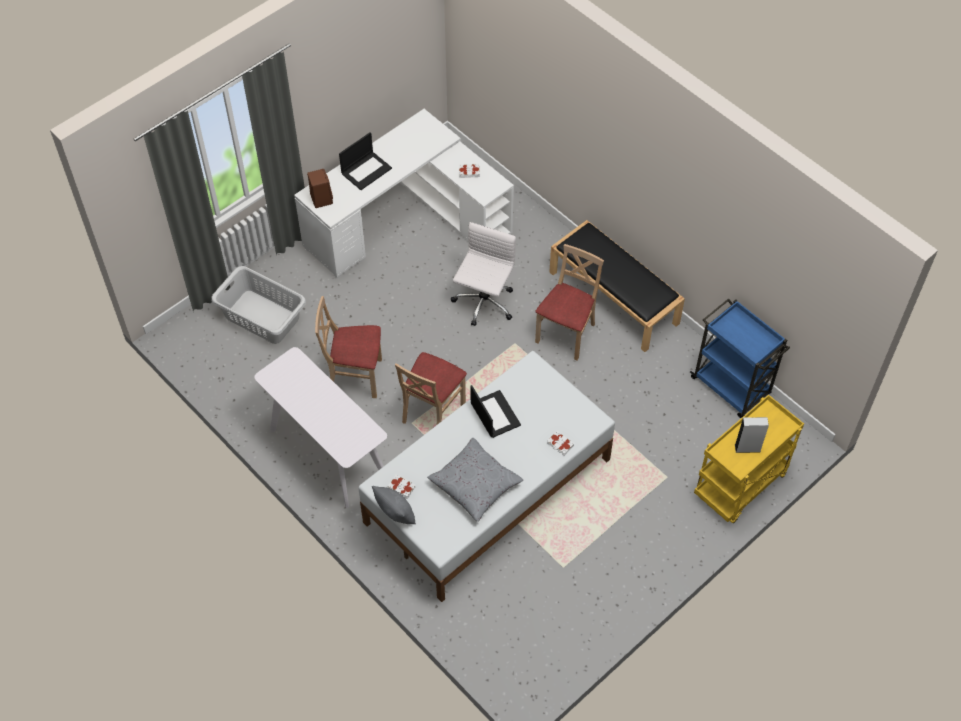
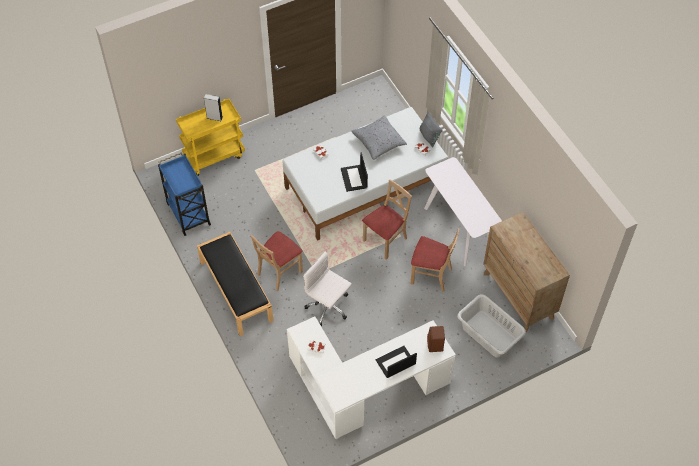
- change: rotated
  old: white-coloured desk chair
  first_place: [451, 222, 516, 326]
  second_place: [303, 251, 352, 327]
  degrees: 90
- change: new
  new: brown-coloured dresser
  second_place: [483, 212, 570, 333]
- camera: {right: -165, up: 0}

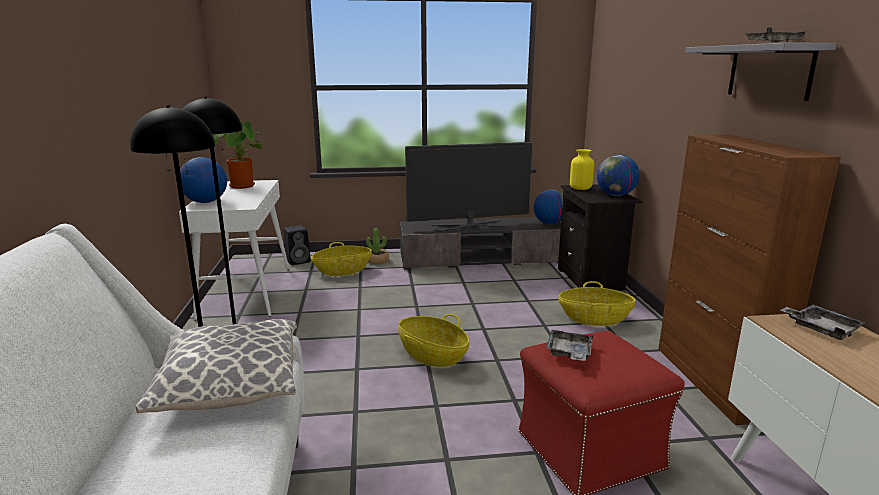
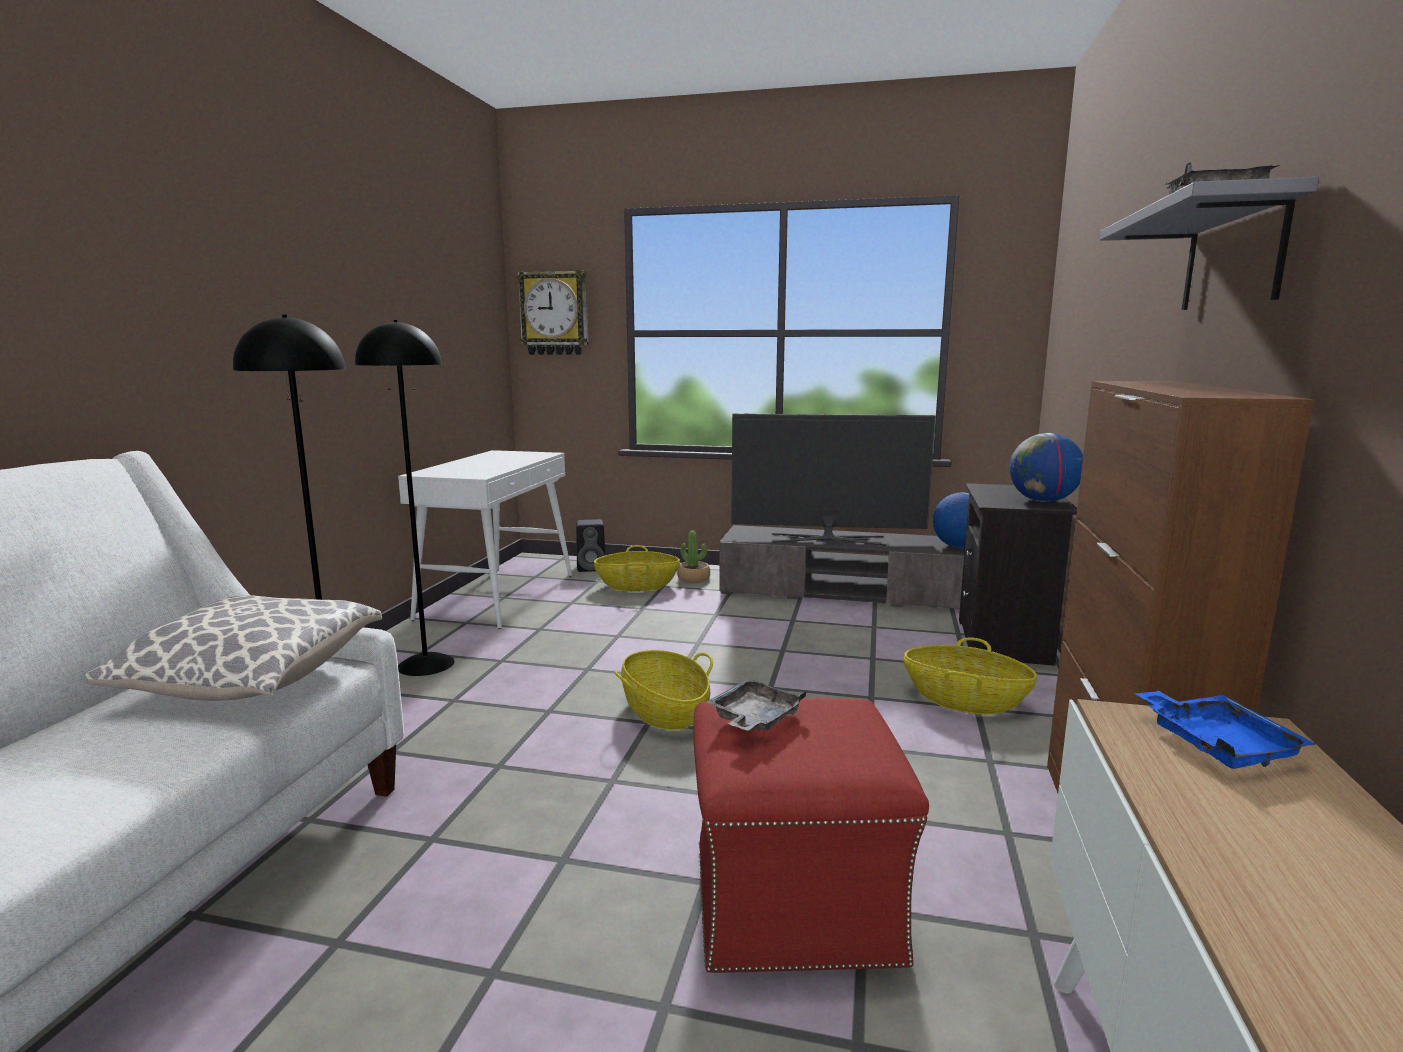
- change: gone
  old: world globe
  first_place: [180, 157, 227, 203]
- change: gone
  old: houseplant
  first_place: [212, 121, 263, 189]
- change: gone
  old: yellow vase
  first_place: [570, 149, 594, 190]
- change: repainted
  old: grey serving tray
  new: blue serving tray
  first_place: [780, 305, 865, 340]
  second_place: [1134, 690, 1315, 769]
- change: new
  new: wall clock
  second_place: [516, 270, 589, 355]
- camera: {right: 20, up: -5}

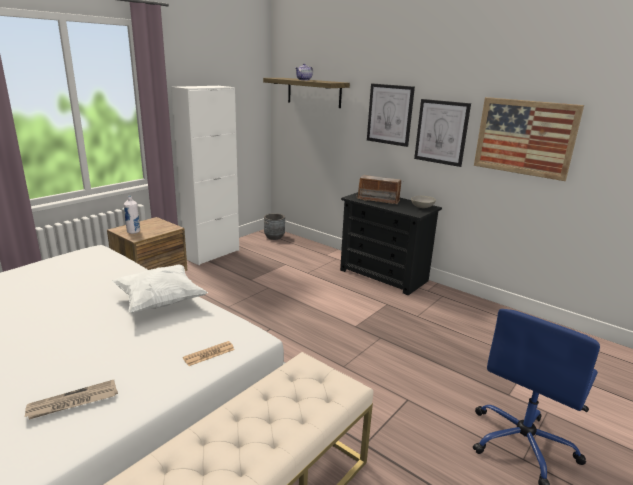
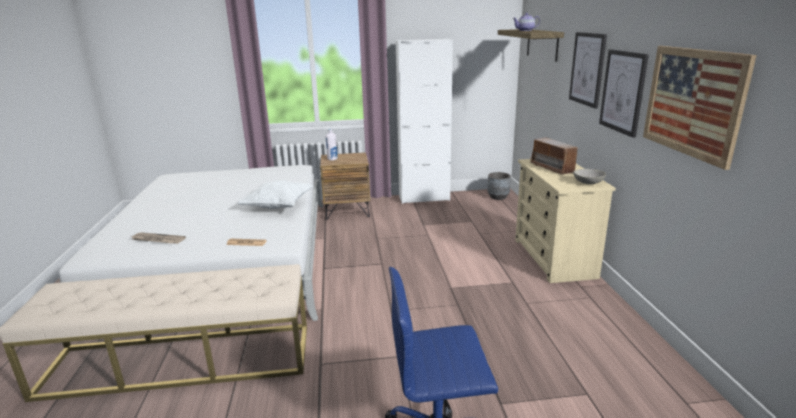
- change: repainted
  old: black dresser
  new: beige dresser
  first_place: [340, 192, 442, 295]
  second_place: [515, 159, 616, 283]
- camera: {right: 45, up: 0}

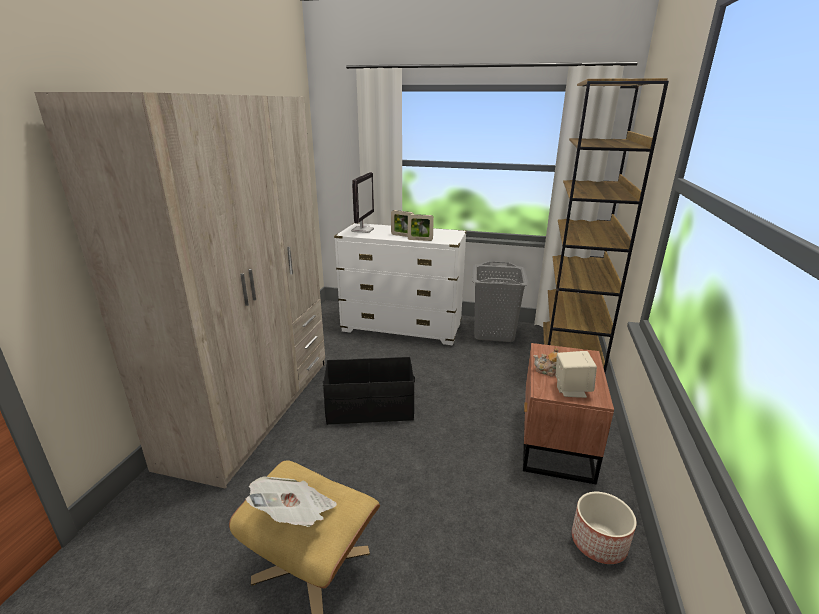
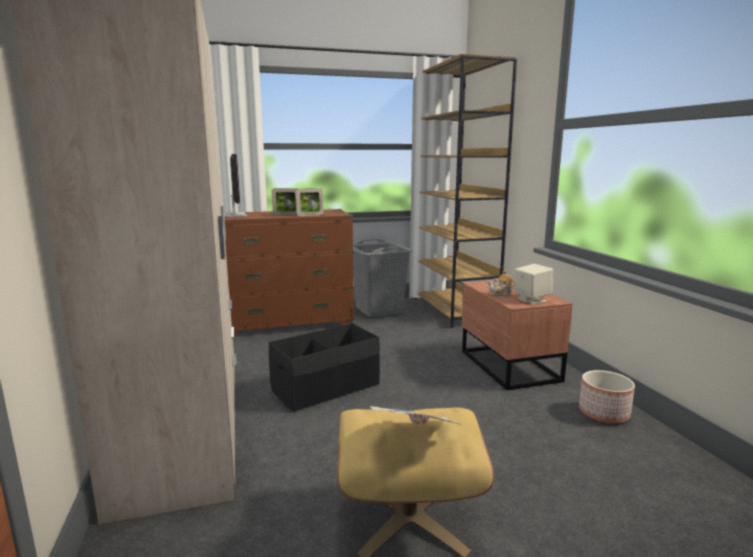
- change: repainted
  old: white-coloured dresser
  new: brown-coloured dresser
  first_place: [334, 223, 467, 345]
  second_place: [224, 209, 355, 336]
- camera: {right: -30, up: -10}

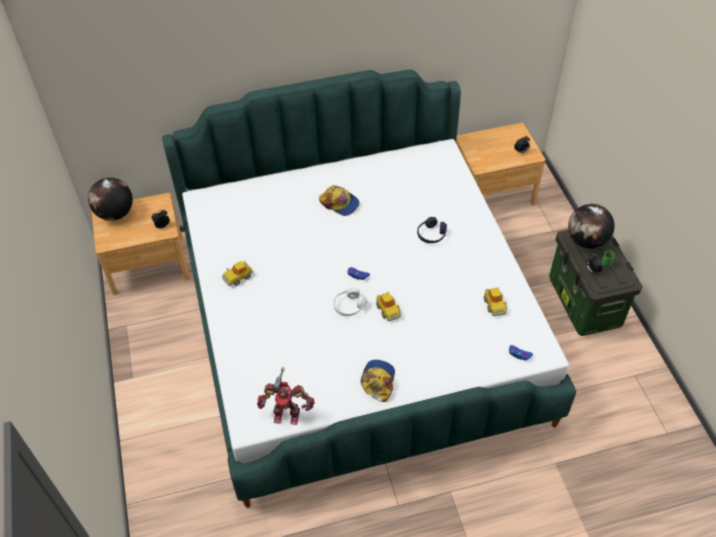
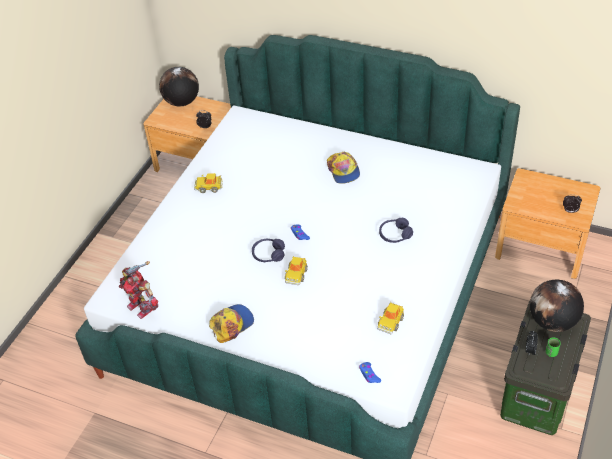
- change: repainted
  old: white-coloured pair of headphones
  new: purple pair of headphones
  first_place: [333, 287, 367, 316]
  second_place: [252, 238, 285, 262]
- camera: {right: 40, up: -5}

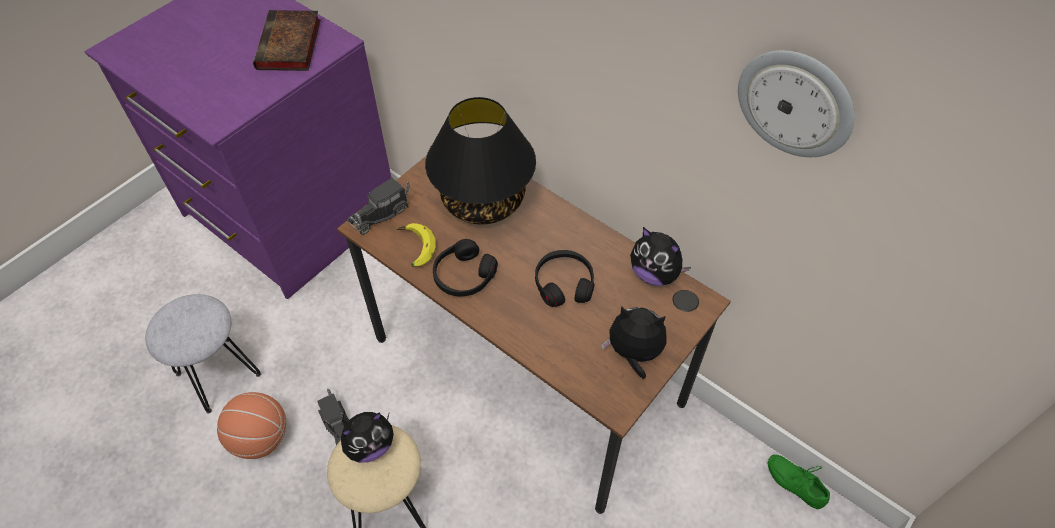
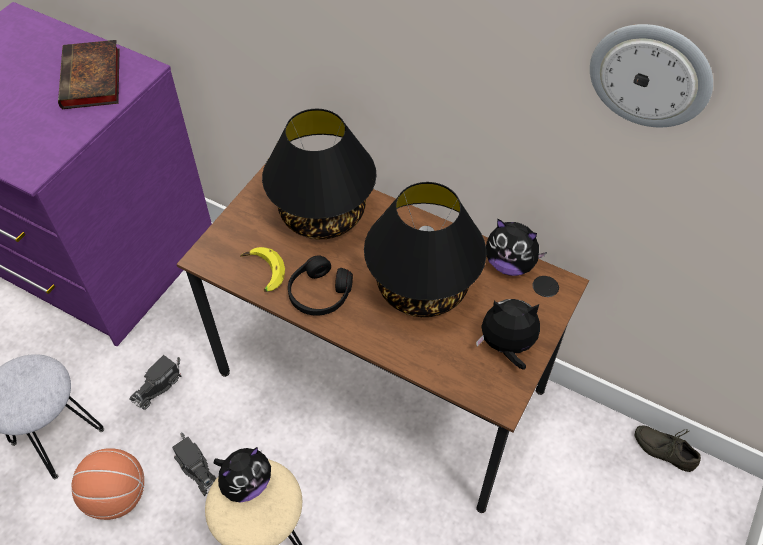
- change: shifted
  old: toy lorry
  first_place: [347, 177, 410, 235]
  second_place: [129, 355, 182, 410]
- change: swapped
  old: black pair of headphones
  new: black table lamp
  first_place: [535, 250, 594, 307]
  second_place: [364, 182, 487, 317]
- change: repainted
  old: green low shoe
  new: grey low shoe
  first_place: [767, 455, 830, 509]
  second_place: [634, 425, 701, 472]
- camera: {right: -10, up: 0}

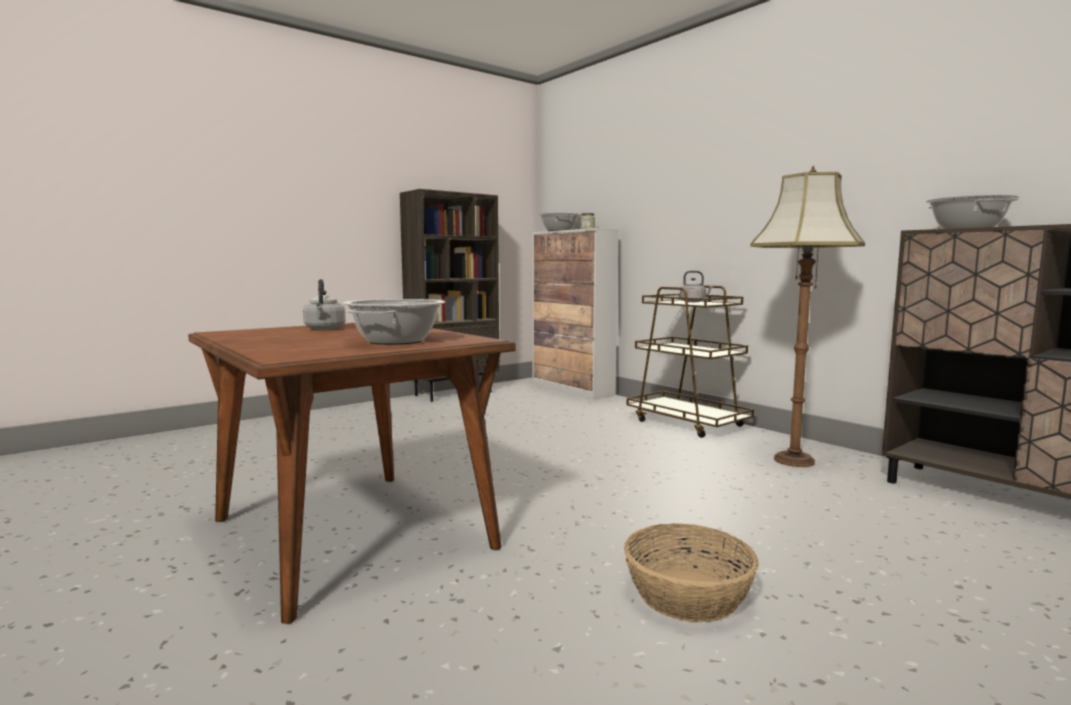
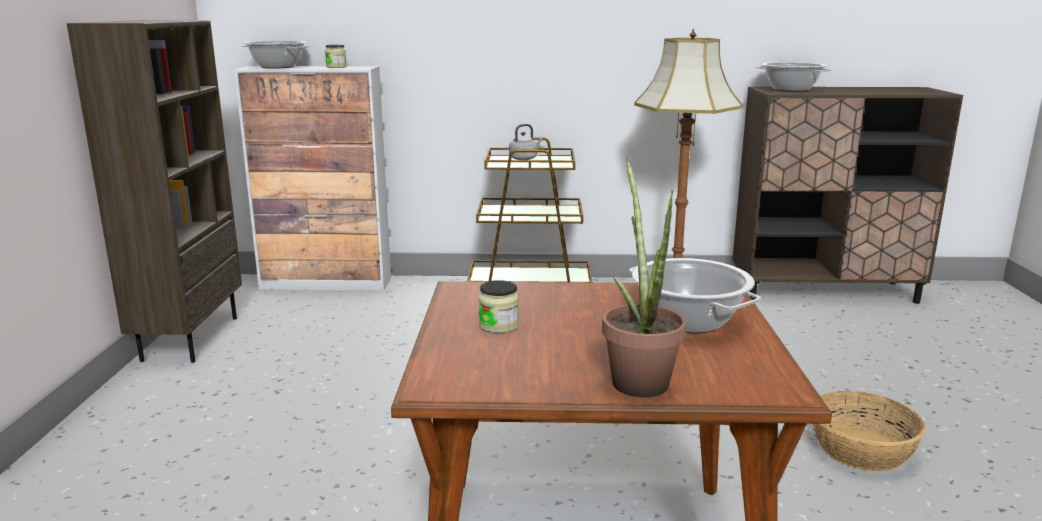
- change: swapped
  old: grey tea kettle
  new: jar
  first_place: [303, 279, 346, 330]
  second_place: [479, 280, 519, 333]
- change: new
  new: houseplant
  second_place: [602, 158, 686, 398]
- camera: {right: -50, up: 10}

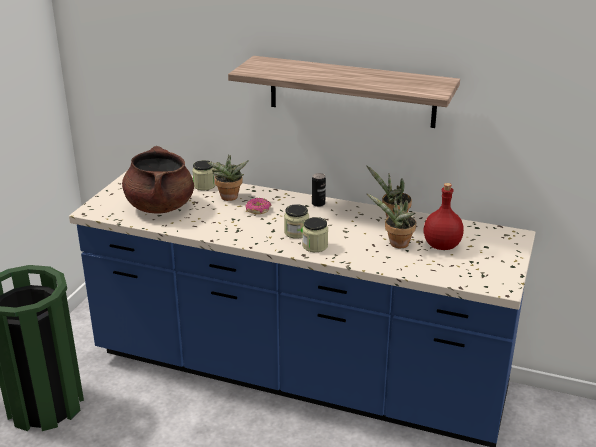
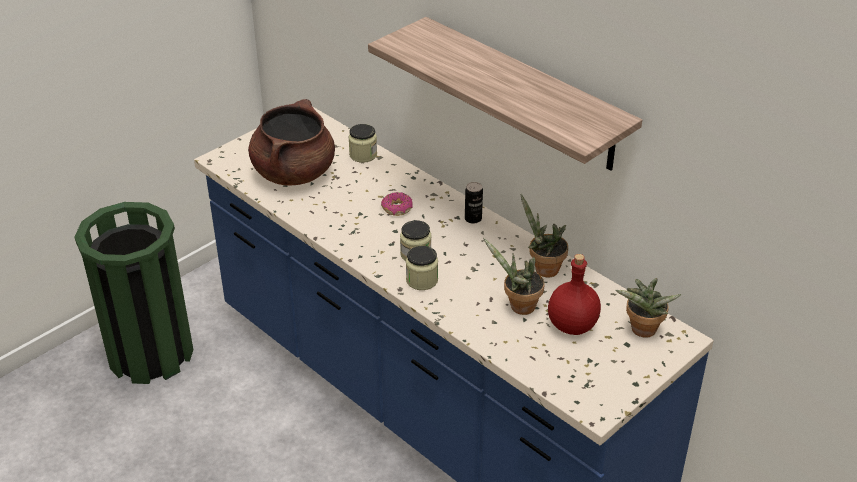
- change: shifted
  old: houseplant
  first_place: [207, 154, 249, 201]
  second_place: [615, 278, 682, 338]
- camera: {right: 25, up: 10}

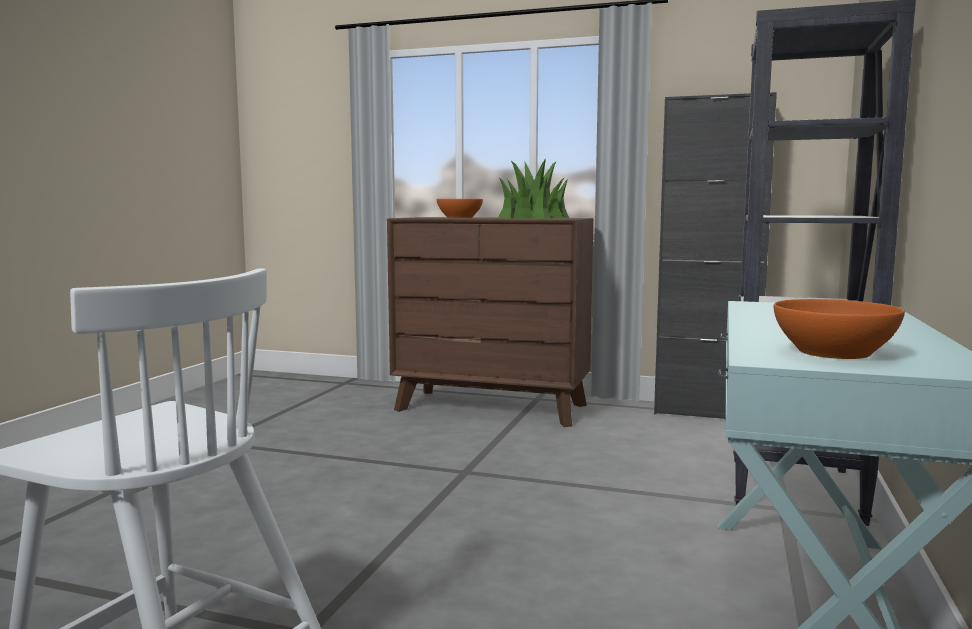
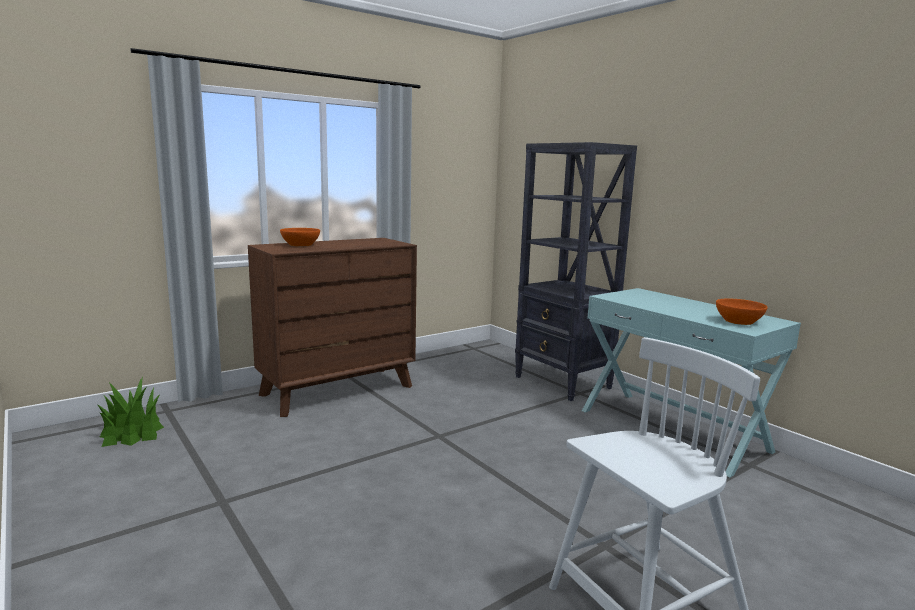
- change: shifted
  old: houseplant
  first_place: [498, 158, 569, 219]
  second_place: [97, 377, 164, 447]
- change: gone
  old: black cupboard
  first_place: [654, 92, 777, 419]
- camera: {right: -55, up: 5}

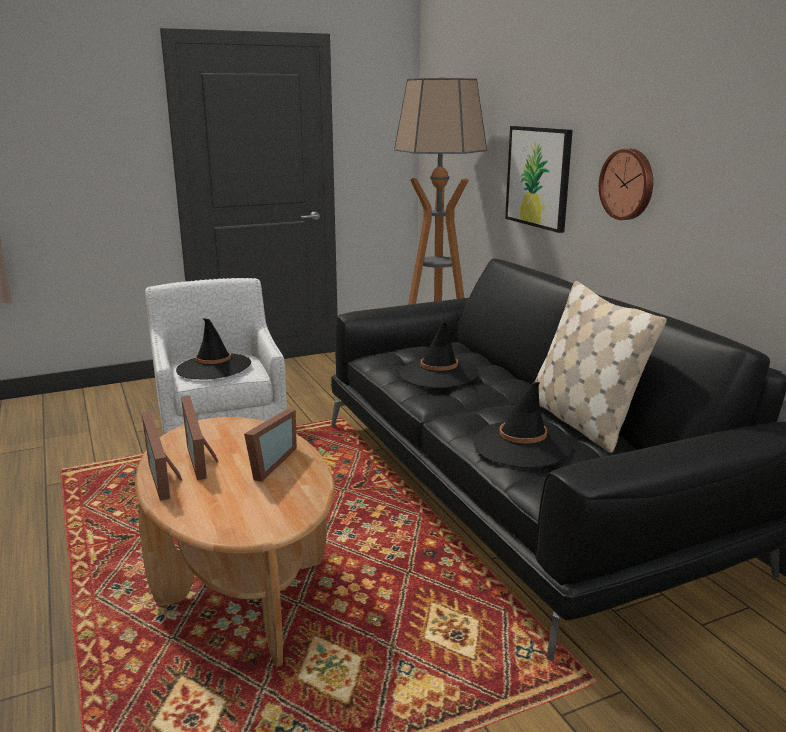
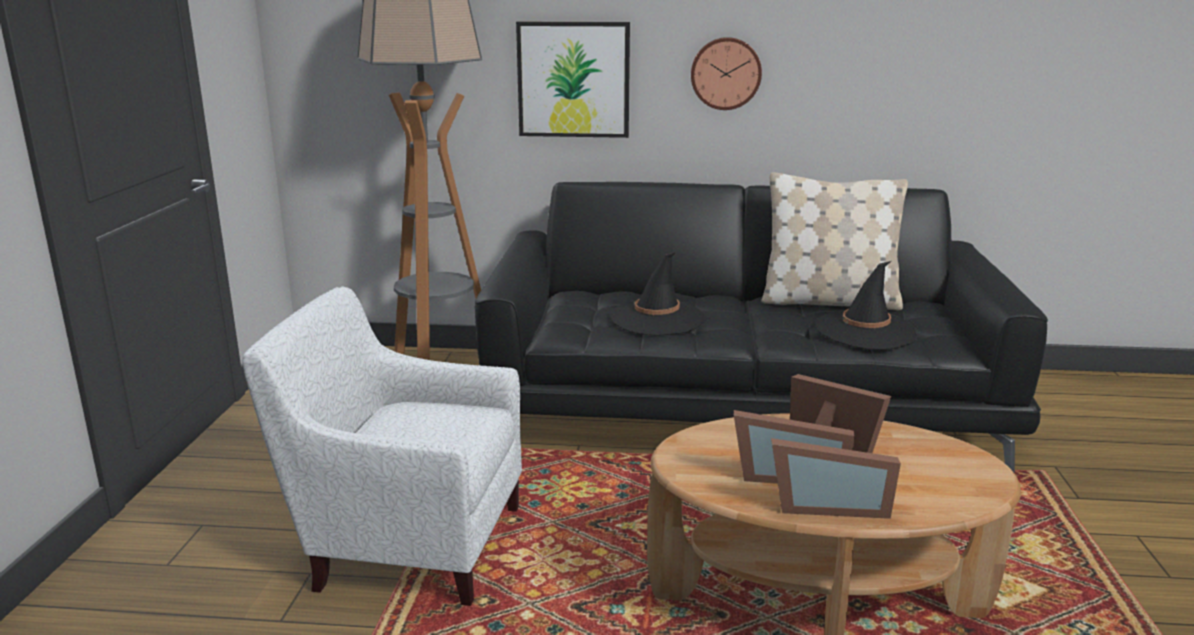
- change: gone
  old: black hat
  first_place: [176, 318, 251, 380]
- camera: {right: -60, up: 0}

